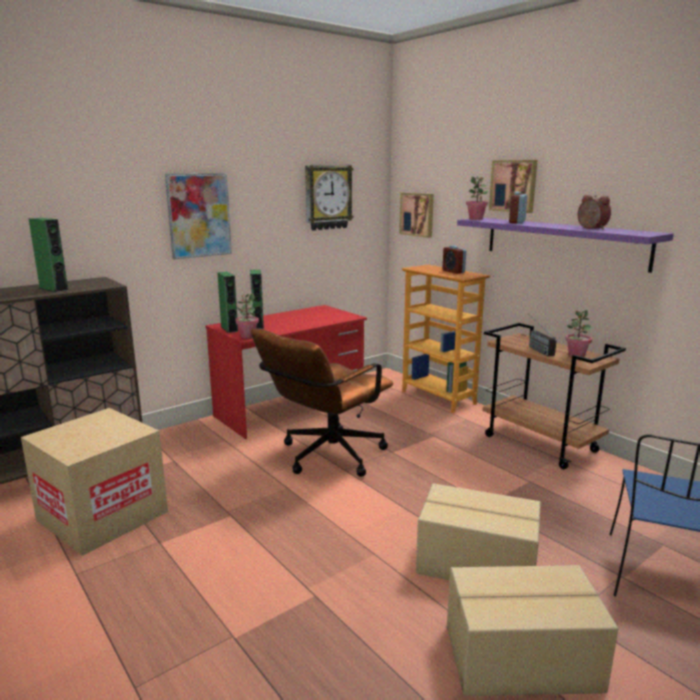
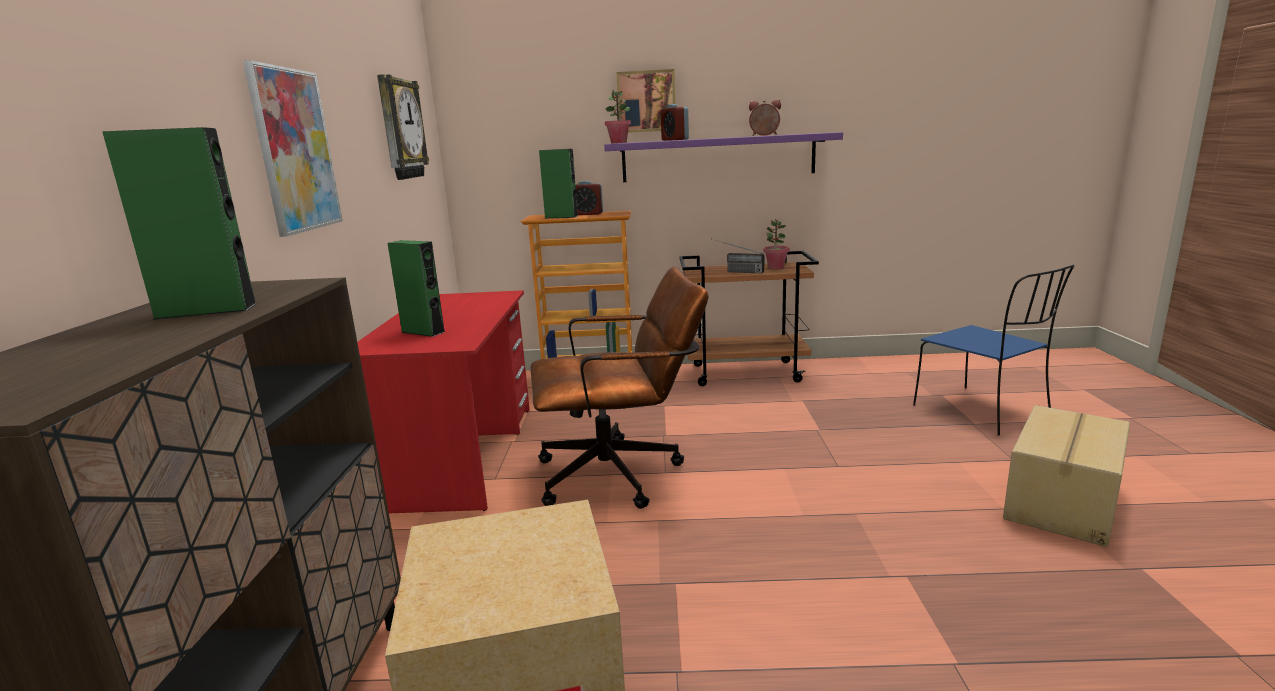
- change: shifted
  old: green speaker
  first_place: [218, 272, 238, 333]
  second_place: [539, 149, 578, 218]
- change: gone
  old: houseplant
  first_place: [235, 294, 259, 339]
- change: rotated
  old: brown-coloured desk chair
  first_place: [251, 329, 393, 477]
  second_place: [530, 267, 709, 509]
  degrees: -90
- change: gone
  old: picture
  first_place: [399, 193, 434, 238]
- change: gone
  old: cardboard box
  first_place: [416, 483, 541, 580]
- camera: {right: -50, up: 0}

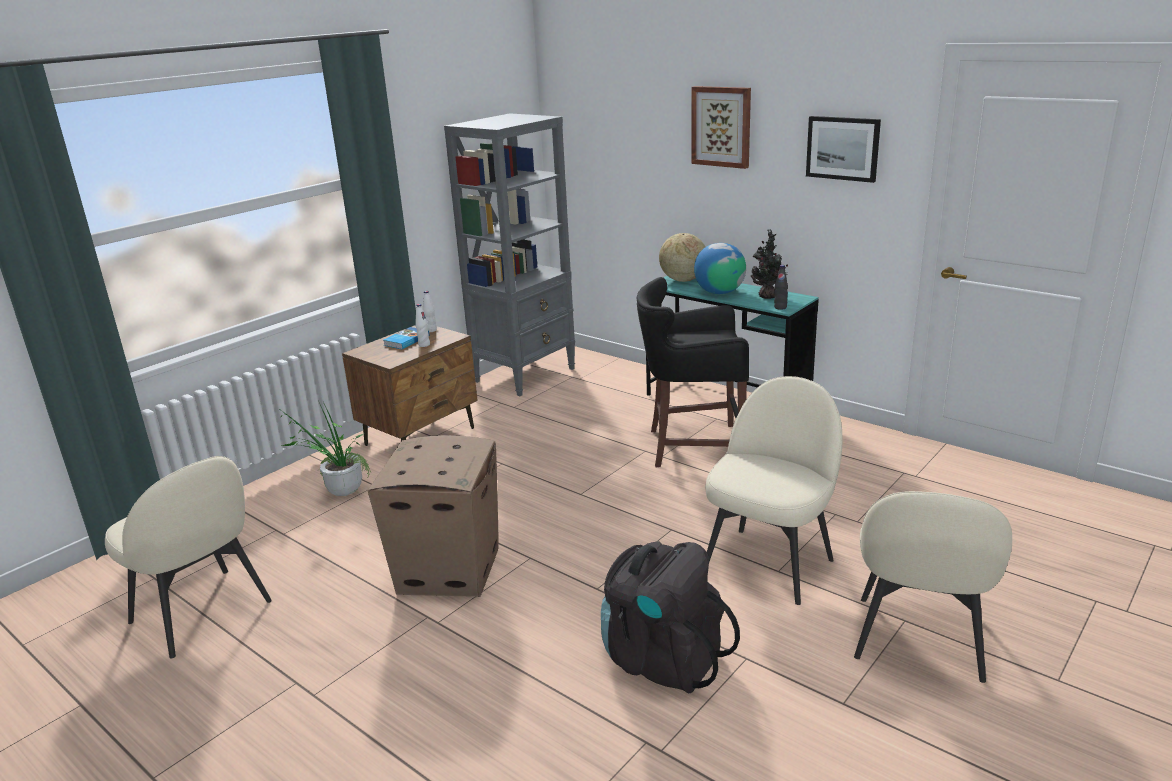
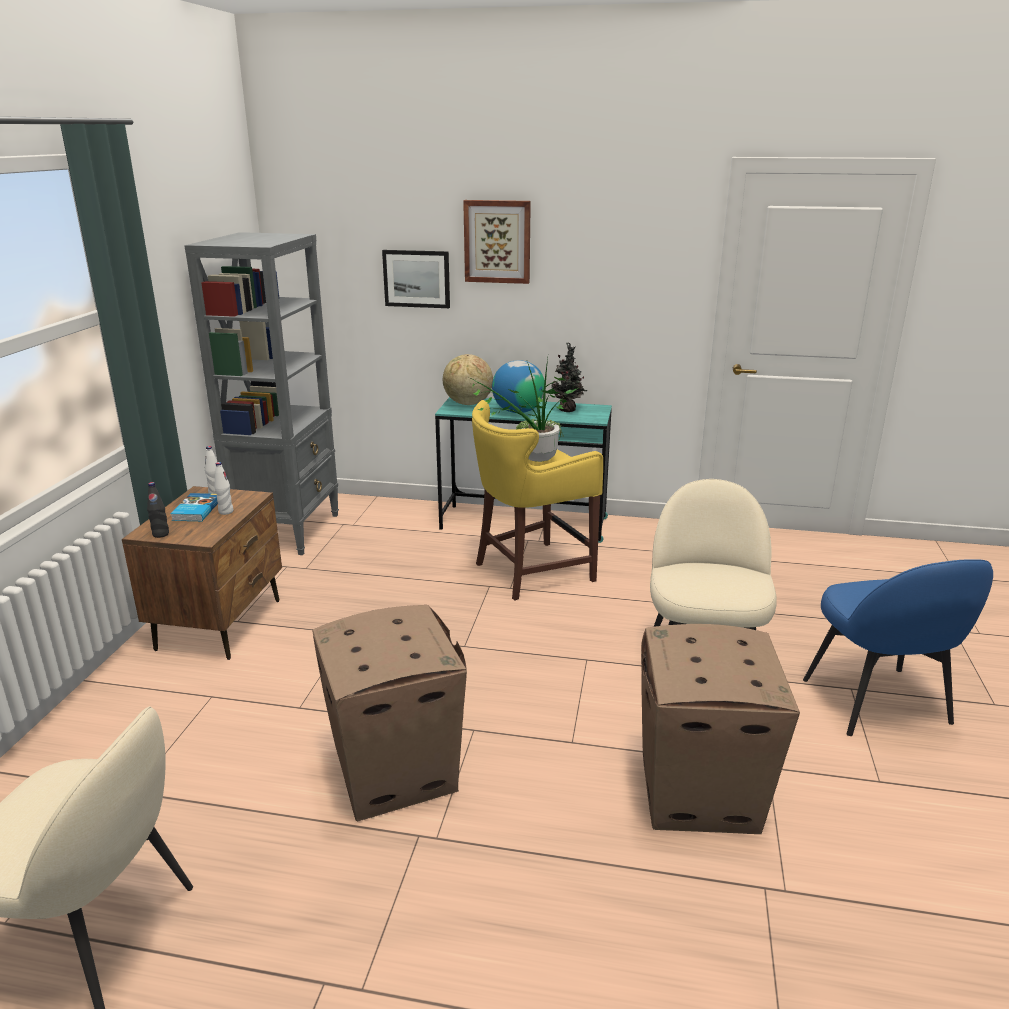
- change: shifted
  old: houseplant
  first_place: [278, 402, 371, 496]
  second_place: [473, 358, 578, 462]
- change: swapped
  old: black rucksack
  new: cardboard box
  first_place: [601, 541, 740, 693]
  second_place: [641, 624, 800, 834]
- change: repainted
  old: black stool
  new: yellow stool
  first_place: [637, 277, 749, 468]
  second_place: [472, 400, 603, 600]
- change: shifted
  old: black beverage bottle
  first_place: [774, 265, 788, 310]
  second_place: [147, 482, 169, 538]
- change: shifted
  old: picture
  first_place: [806, 116, 881, 183]
  second_place: [382, 250, 450, 308]
- change: repainted
  old: beige plain chair
  new: blue plain chair
  first_place: [854, 491, 1012, 683]
  second_place: [803, 559, 993, 736]
- camera: {right: -30, up: 0}

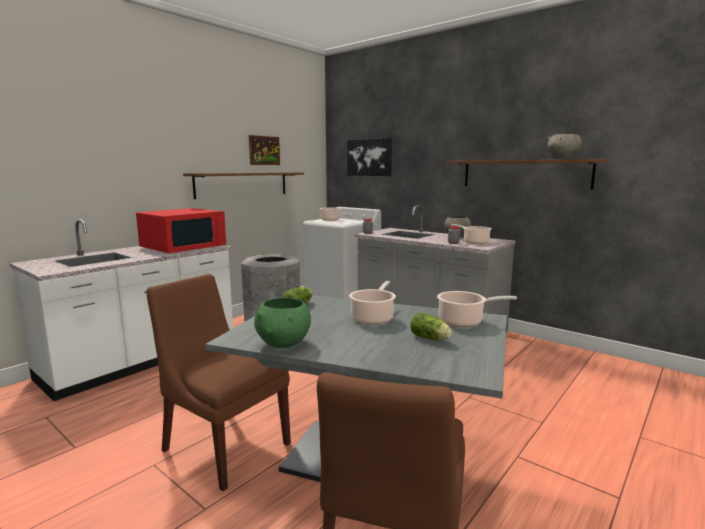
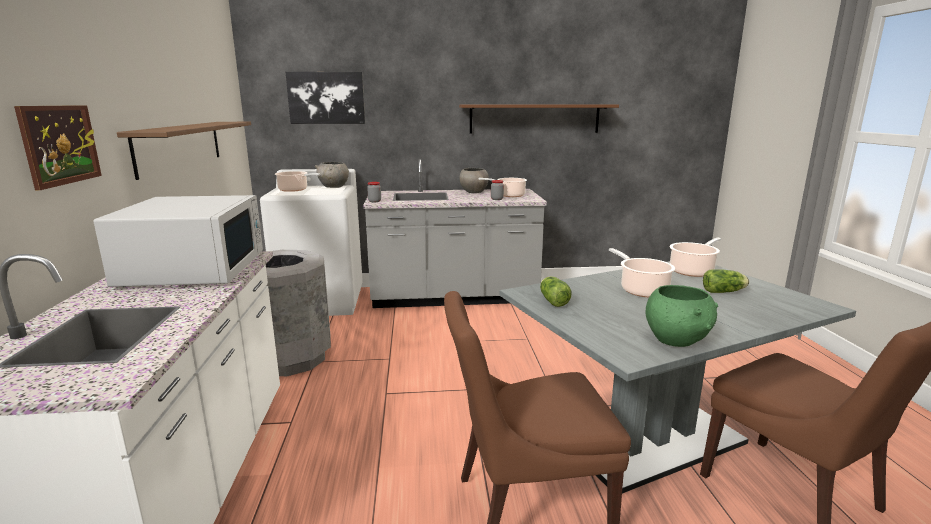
- change: repainted
  old: red microwave
  new: white-coloured microwave
  first_place: [136, 208, 226, 253]
  second_place: [93, 195, 263, 287]
- change: shifted
  old: picture
  first_place: [249, 135, 280, 165]
  second_place: [14, 105, 102, 191]
- change: shifted
  old: grey serving bowl
  first_place: [547, 134, 582, 160]
  second_place: [315, 162, 349, 188]
- camera: {right: -45, up: 5}

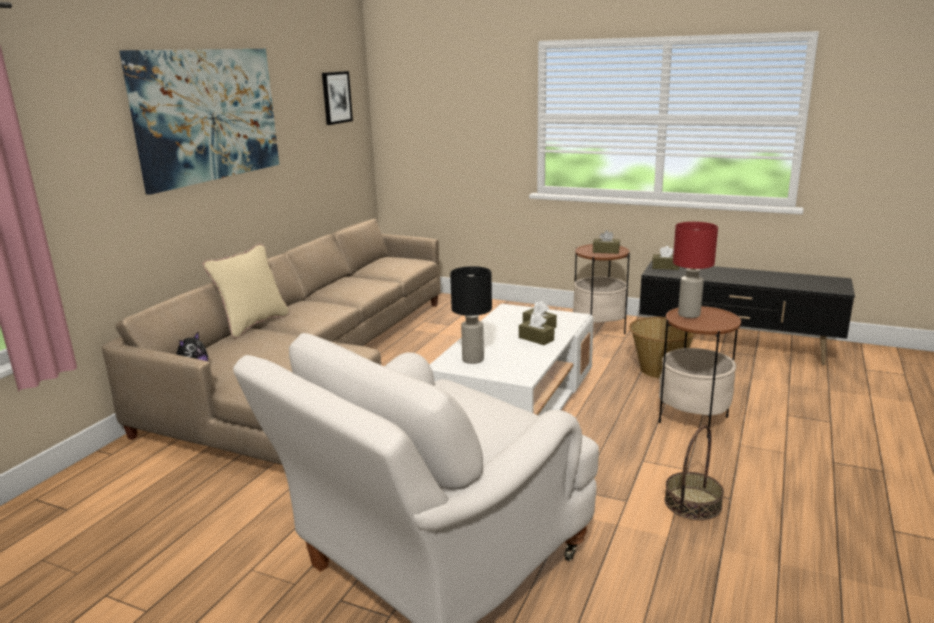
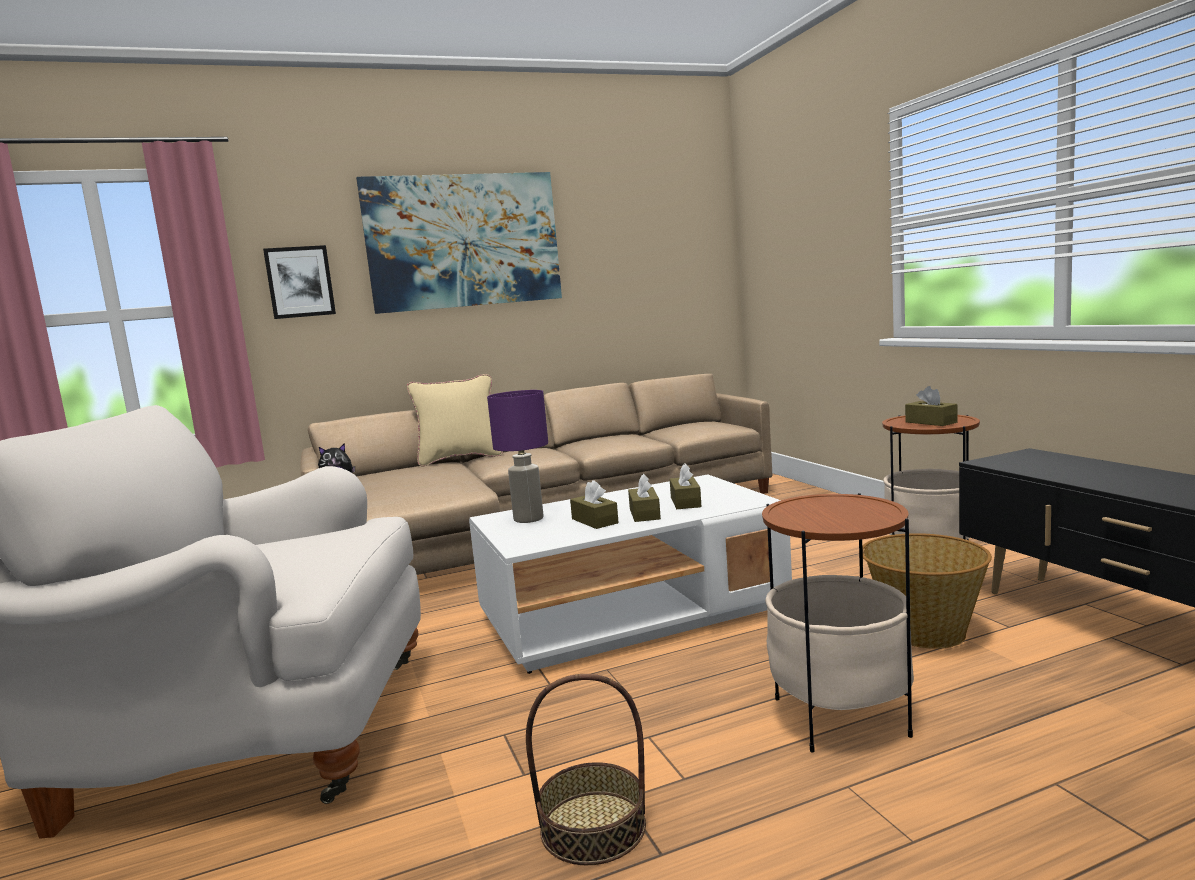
- change: shifted
  old: picture
  first_place: [322, 71, 353, 125]
  second_place: [263, 245, 336, 319]
- change: repainted
  old: black table lamp
  new: purple table lamp
  first_place: [450, 266, 492, 364]
  second_place: [487, 390, 548, 523]
- change: shifted
  old: brown-coloured tissue box
  first_place: [652, 246, 679, 270]
  second_place: [570, 480, 619, 529]
- change: gone
  old: red table lamp
  first_place: [673, 222, 718, 318]
- camera: {right: 45, up: -10}

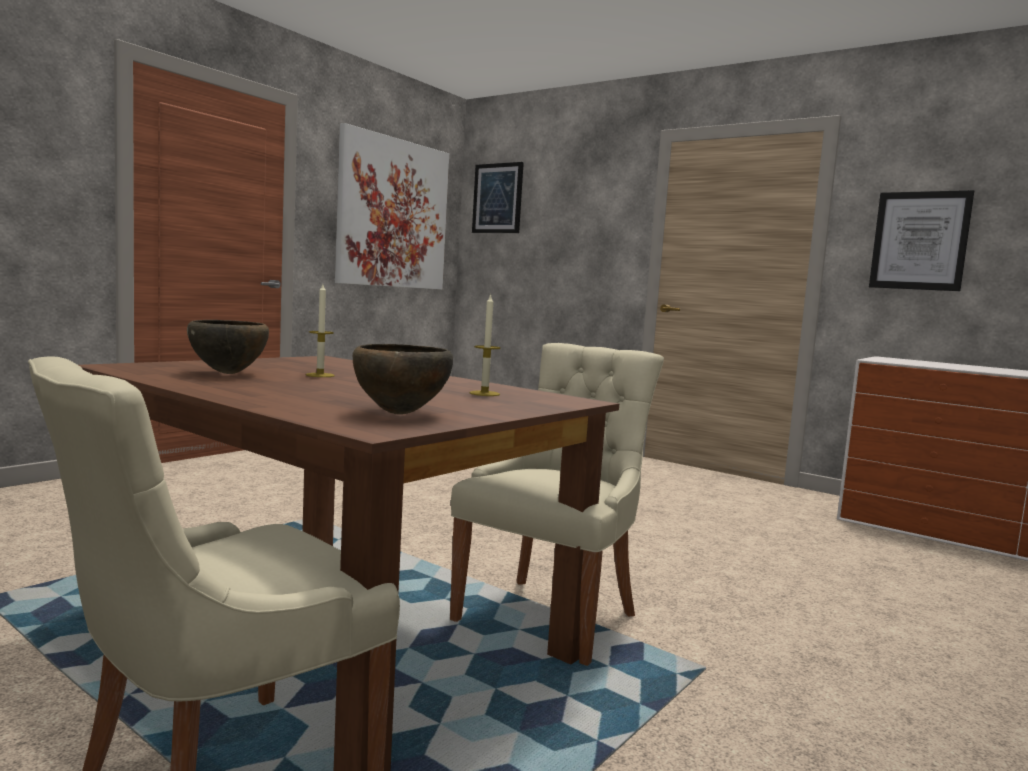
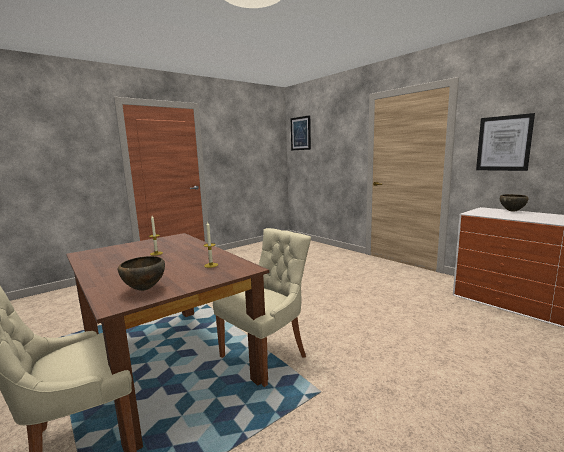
- change: shifted
  old: brown-coloured serving bowl
  first_place: [187, 320, 269, 374]
  second_place: [500, 194, 529, 212]
- change: gone
  old: picture
  first_place: [335, 123, 449, 290]
- camera: {right: 15, up: 5}

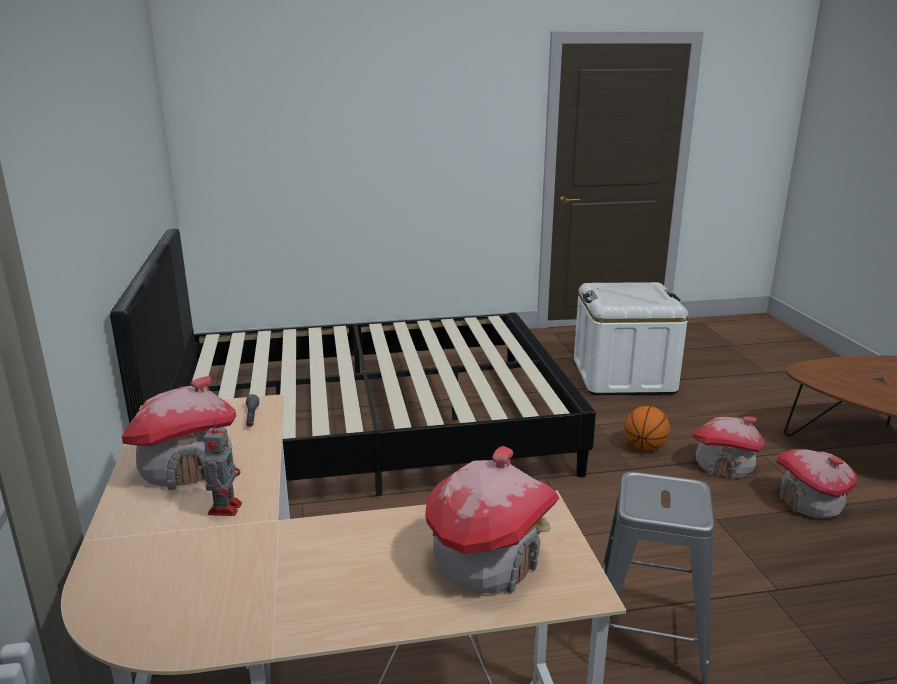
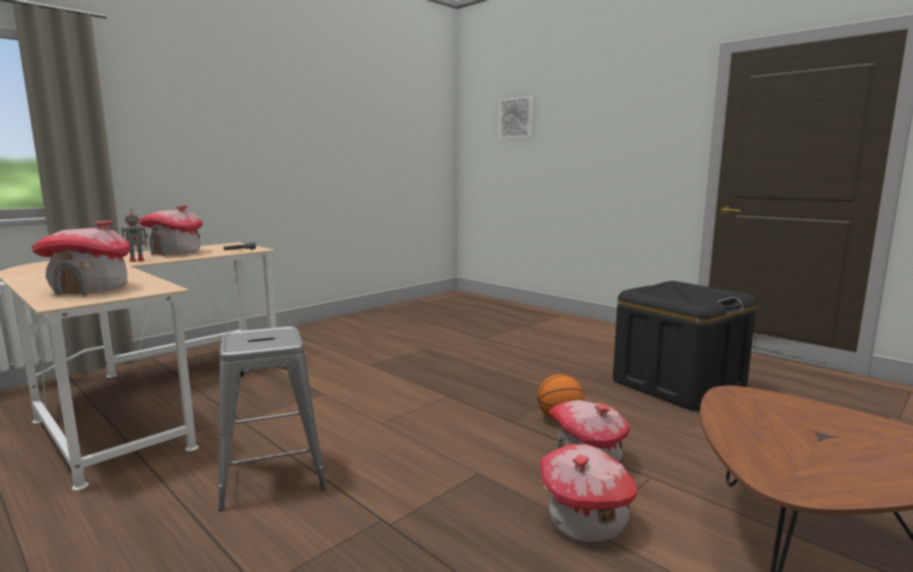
- change: gone
  old: black bed
  first_place: [110, 229, 596, 496]
- change: repainted
  old: white-coloured storage container
  new: black storage container
  first_place: [574, 282, 688, 395]
  second_place: [613, 281, 757, 411]
- change: new
  new: picture
  second_place: [499, 97, 533, 139]
- camera: {right: 55, up: -10}

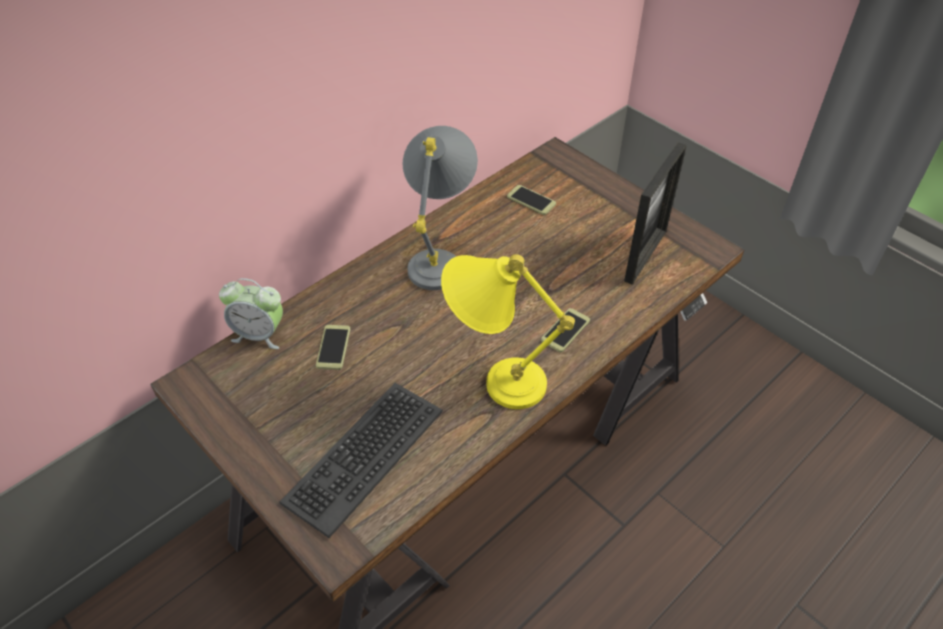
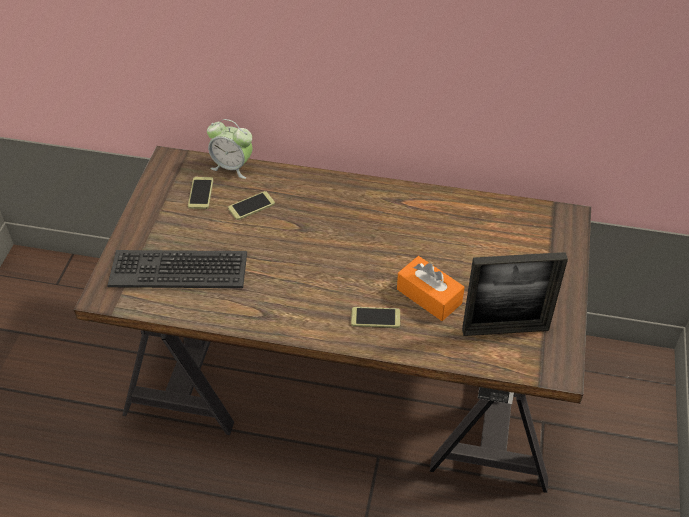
- change: rotated
  old: table clock
  first_place: [219, 278, 283, 349]
  second_place: [207, 119, 252, 179]
  degrees: -45
- change: gone
  old: grey table lamp
  first_place: [403, 126, 478, 290]
- change: gone
  old: yellow table lamp
  first_place: [441, 254, 575, 409]
- change: shifted
  old: phone
  first_place: [507, 185, 556, 215]
  second_place: [188, 177, 213, 209]
- change: new
  new: orange-coloured tissue box
  second_place: [397, 256, 465, 321]
- camera: {right: 55, up: 0}

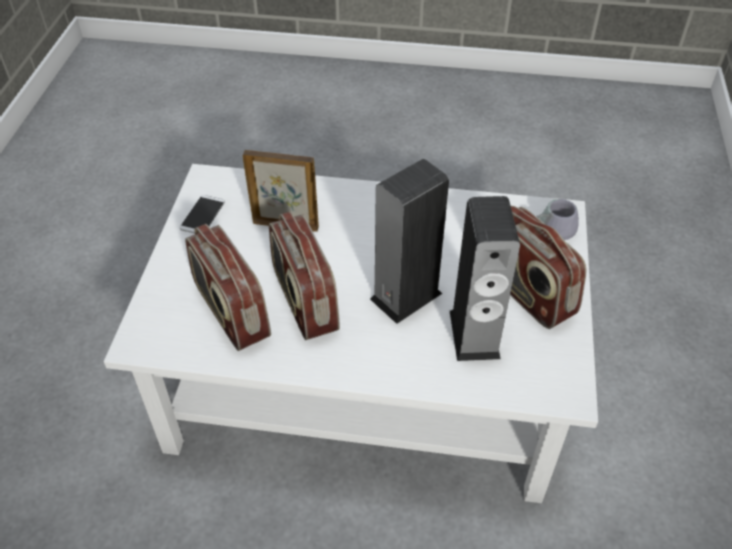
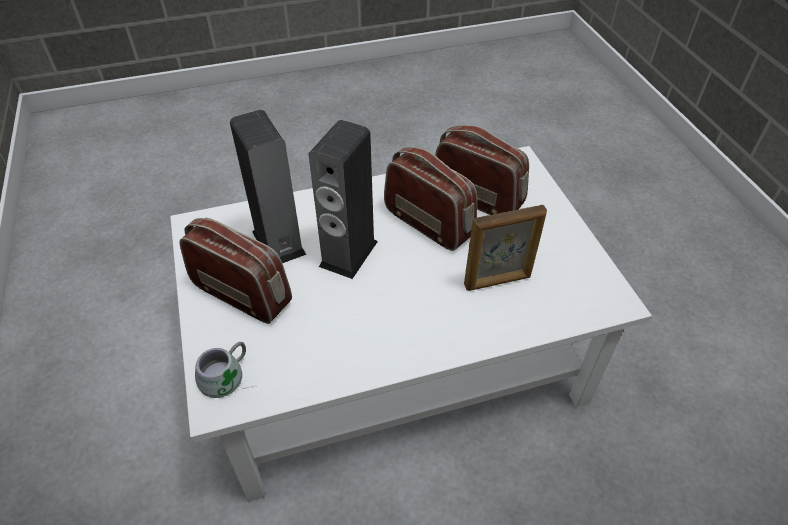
- change: gone
  old: phone
  first_place: [180, 195, 225, 234]
- camera: {right: 155, up: 0}

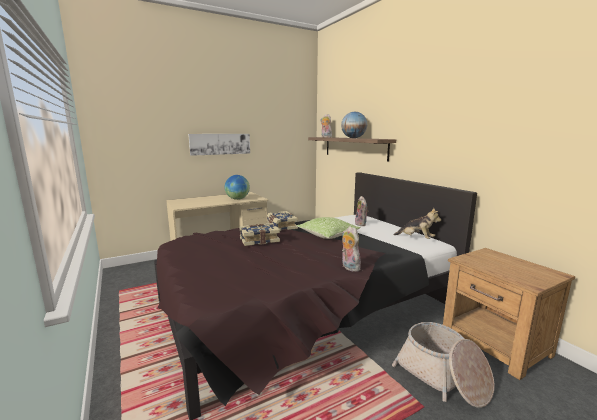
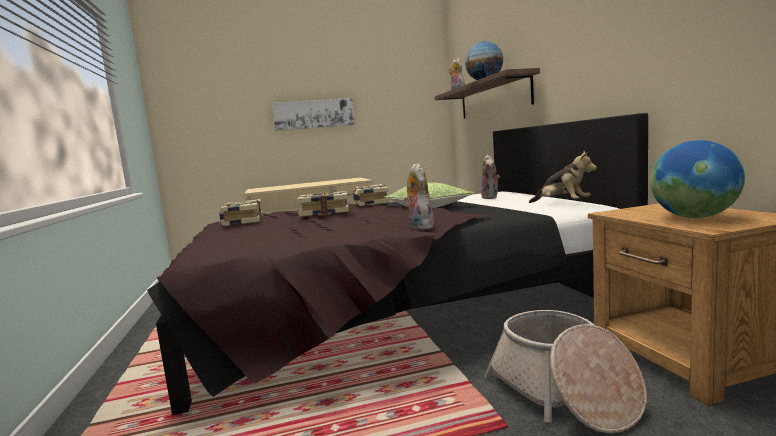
- change: shifted
  old: world globe
  first_place: [224, 175, 250, 200]
  second_place: [650, 140, 745, 218]
- change: new
  new: book
  second_place: [219, 199, 263, 226]
- camera: {right: 15, up: -5}

